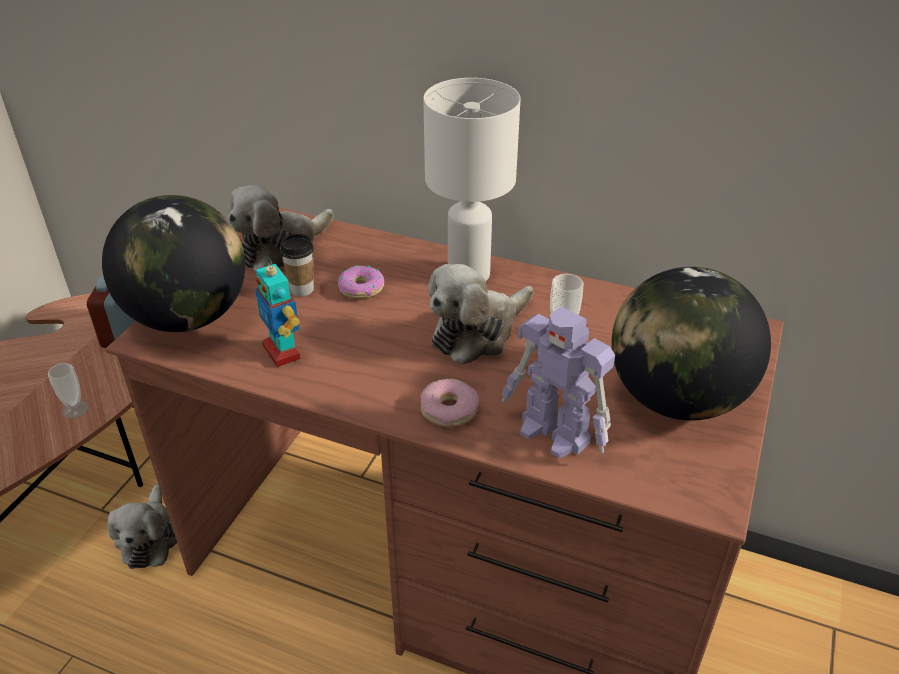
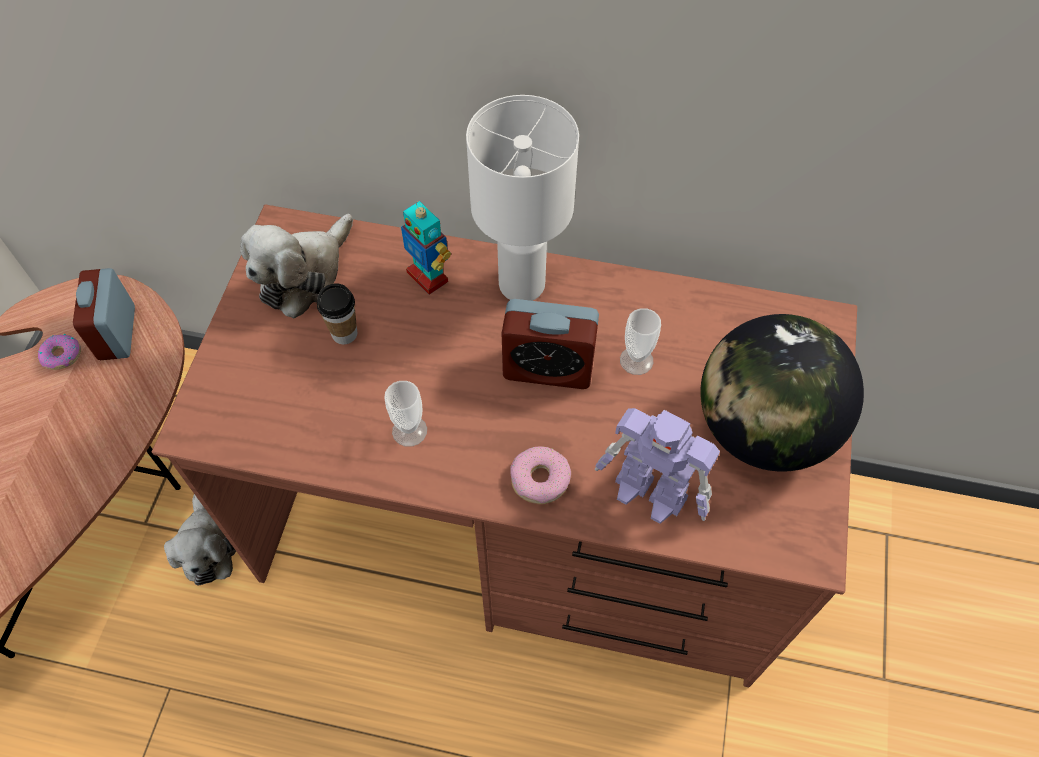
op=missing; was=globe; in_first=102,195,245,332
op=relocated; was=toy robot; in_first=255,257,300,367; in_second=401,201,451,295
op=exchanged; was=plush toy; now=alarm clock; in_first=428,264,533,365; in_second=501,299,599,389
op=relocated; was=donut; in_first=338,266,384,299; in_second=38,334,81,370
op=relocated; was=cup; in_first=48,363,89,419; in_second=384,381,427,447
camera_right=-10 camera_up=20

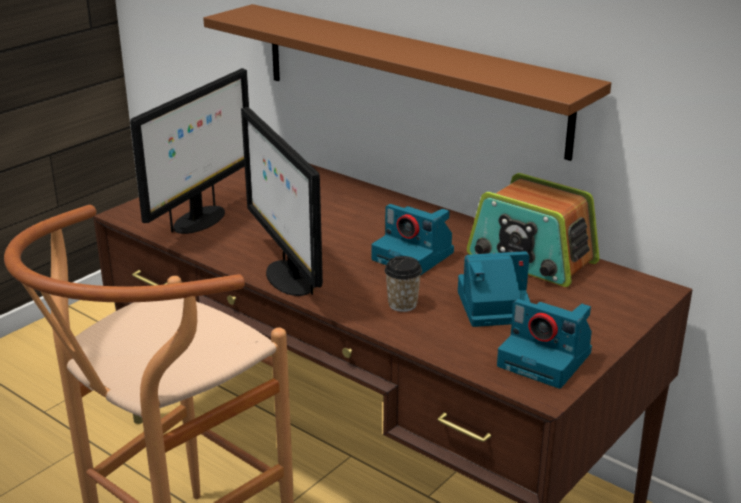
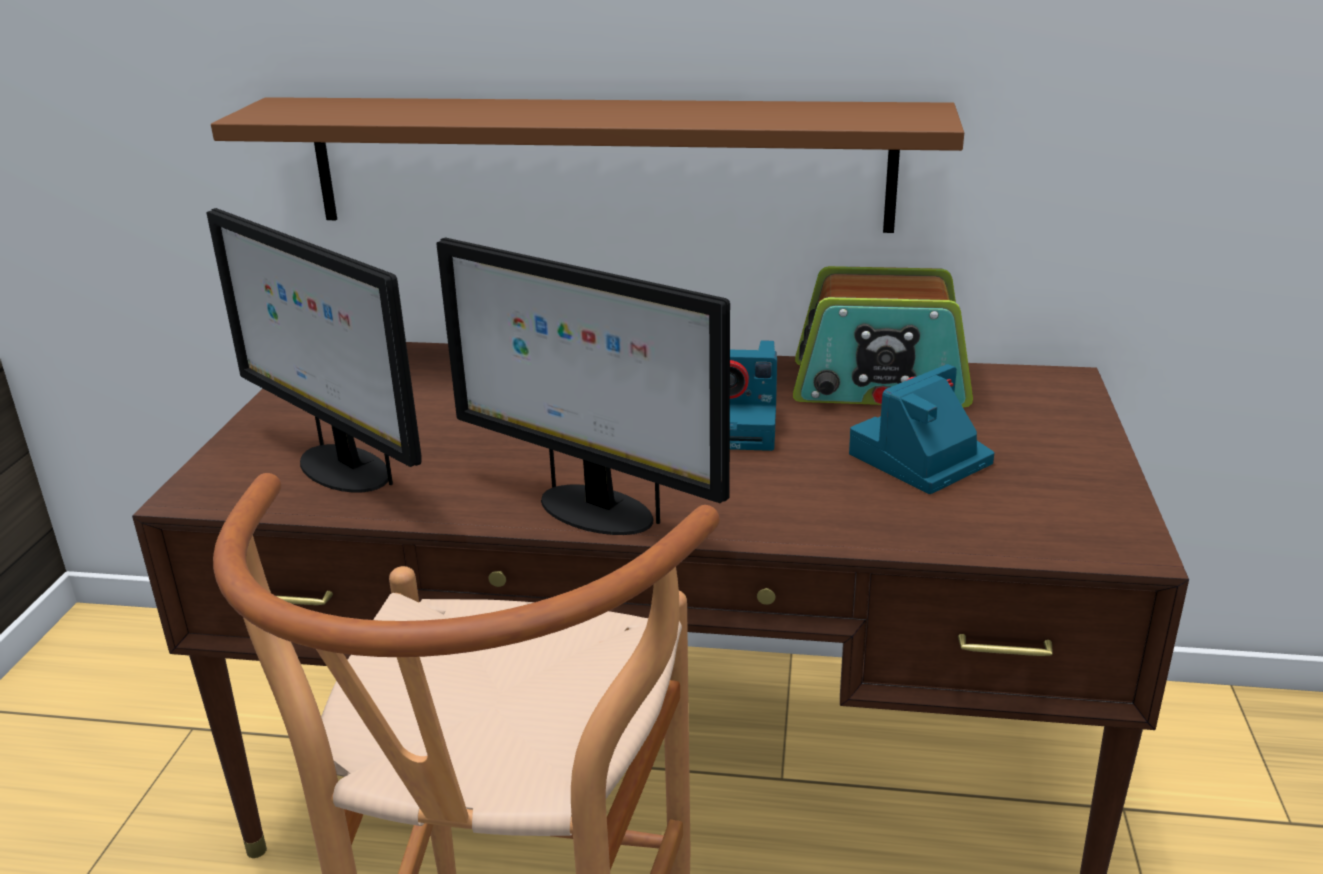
op=spun; was=monitor; in_first=130,68,249,234; in_second=206,208,422,492; clockwise=135
op=missing; was=cup; in_first=384,256,422,312
op=missing; was=photo camera; in_first=497,299,592,389
camera_right=-30 camera_up=0

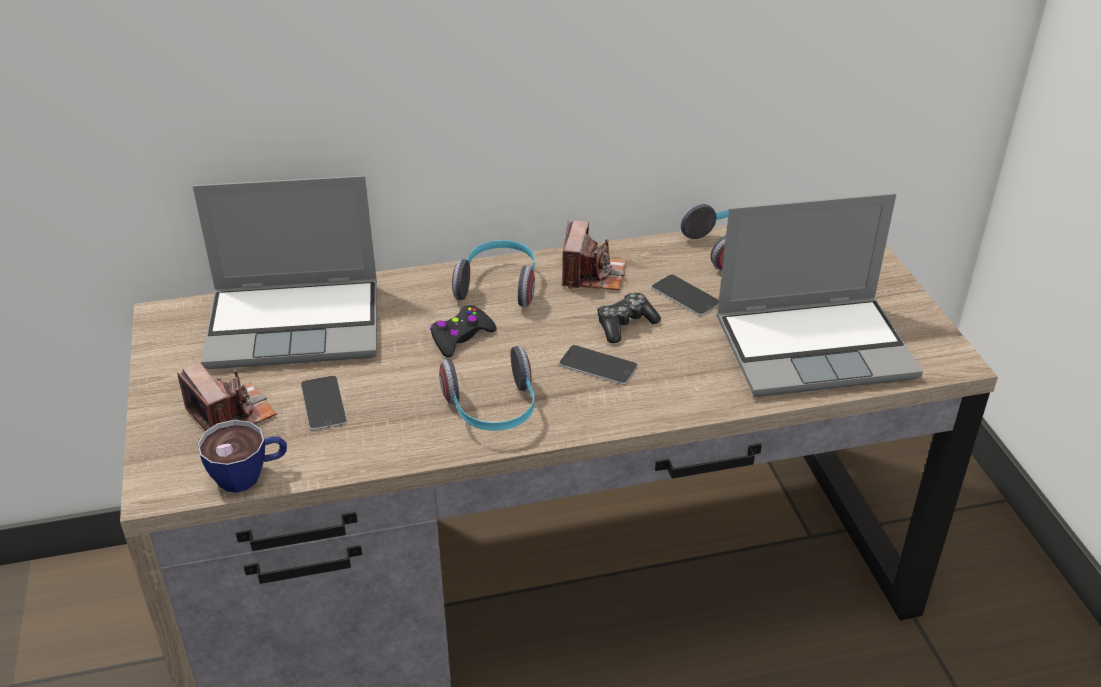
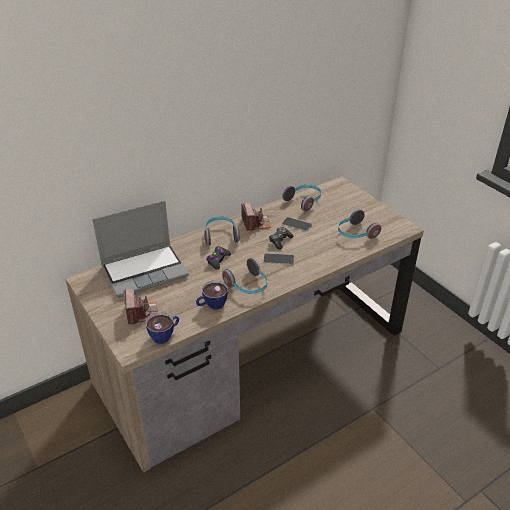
op=exchanged; was=laptop; now=headphones; in_first=716,193,923,397; in_second=338,209,381,239
op=spun; was=photo camera; in_first=177,363,277,431; in_second=123,289,158,325; clockwise=45
op=missing; was=phone; in_first=301,375,347,430
op=appeared; now=cup; in_second=196,281,228,310
camera_right=-20 camera_up=0

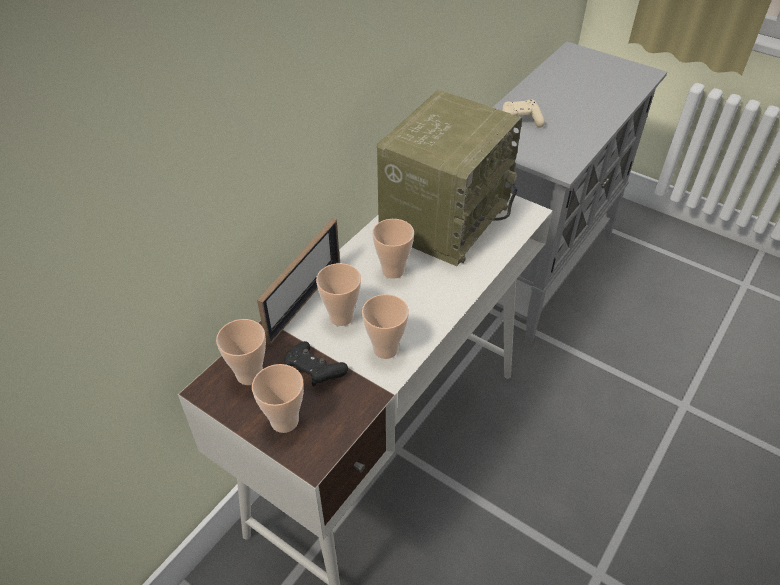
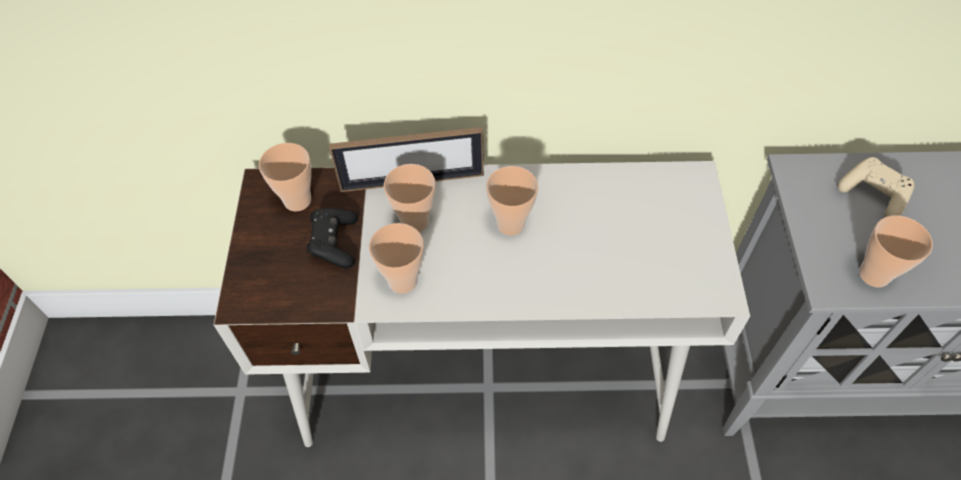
op=missing; was=radio; in_first=377,90,522,266
op=relocated; was=cup; in_first=252,364,304,433; in_second=859,215,933,287
camera_right=55 camera_up=10

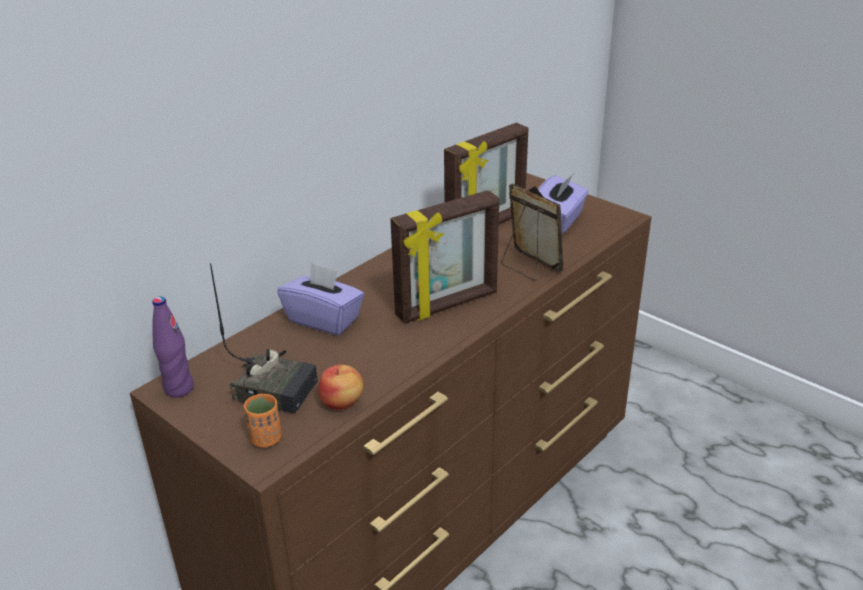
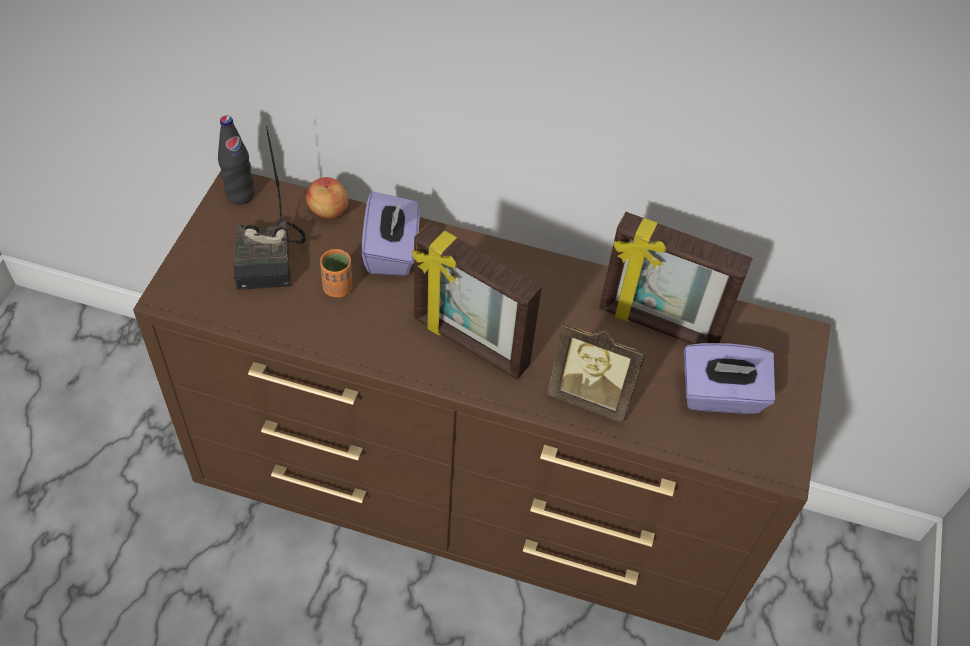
op=spun; was=picture frame; in_first=501,184,563,281; in_second=547,322,646,423; clockwise=90
op=colour; was=purple bottle; now=black bottle; in_first=152,297,194,398; in_second=218,115,255,205
op=relocated; was=apple; in_first=318,365,363,410; in_second=306,177,348,219
op=relocated; was=orange cup; in_first=244,394,282,447; in_second=320,249,352,298
camera_right=60 camera_up=20

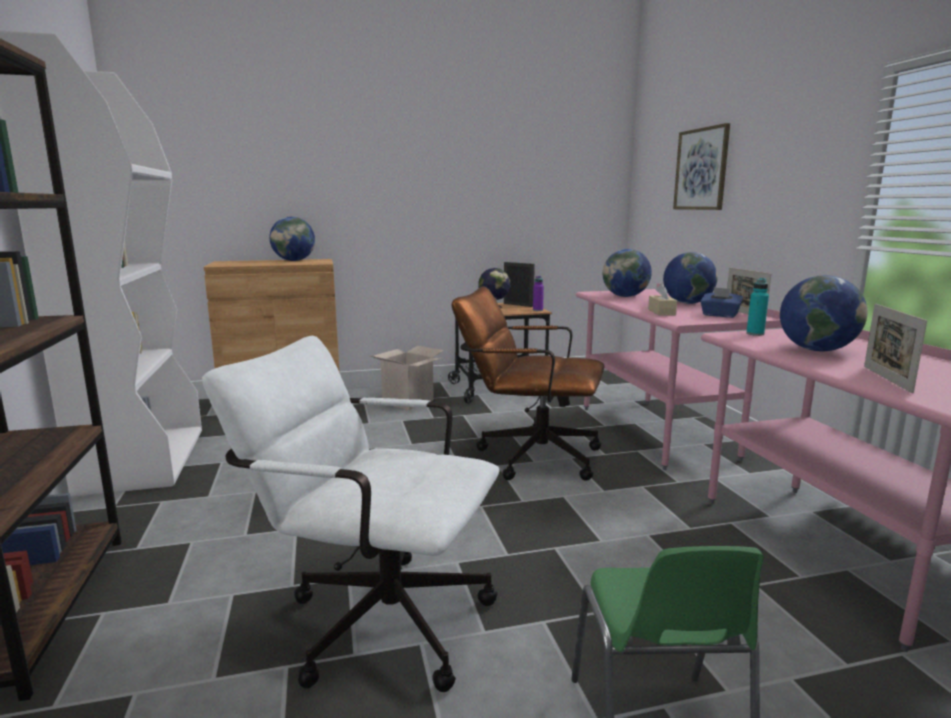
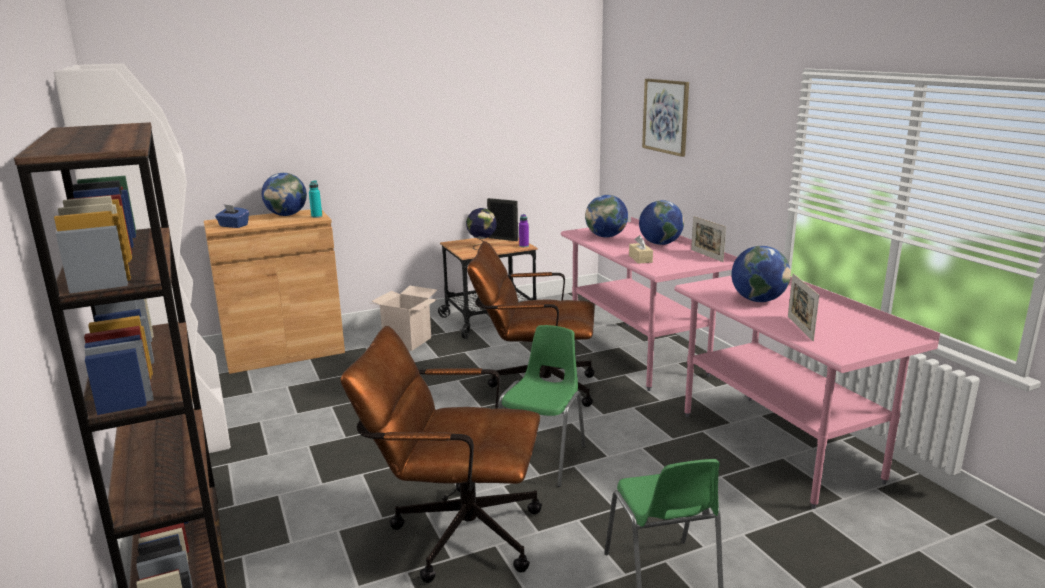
op=relocated; was=turquoise bottle; in_first=746,278,769,336; in_second=309,180,322,218
op=relocated; was=blue tissue box; in_first=701,287,743,318; in_second=215,204,249,228
op=colour; was=white office chair; now=brown office chair; in_first=202,336,500,692; in_second=340,326,542,583
op=appeared; now=green chair; in_second=499,325,585,487
camera_right=-10 camera_up=5

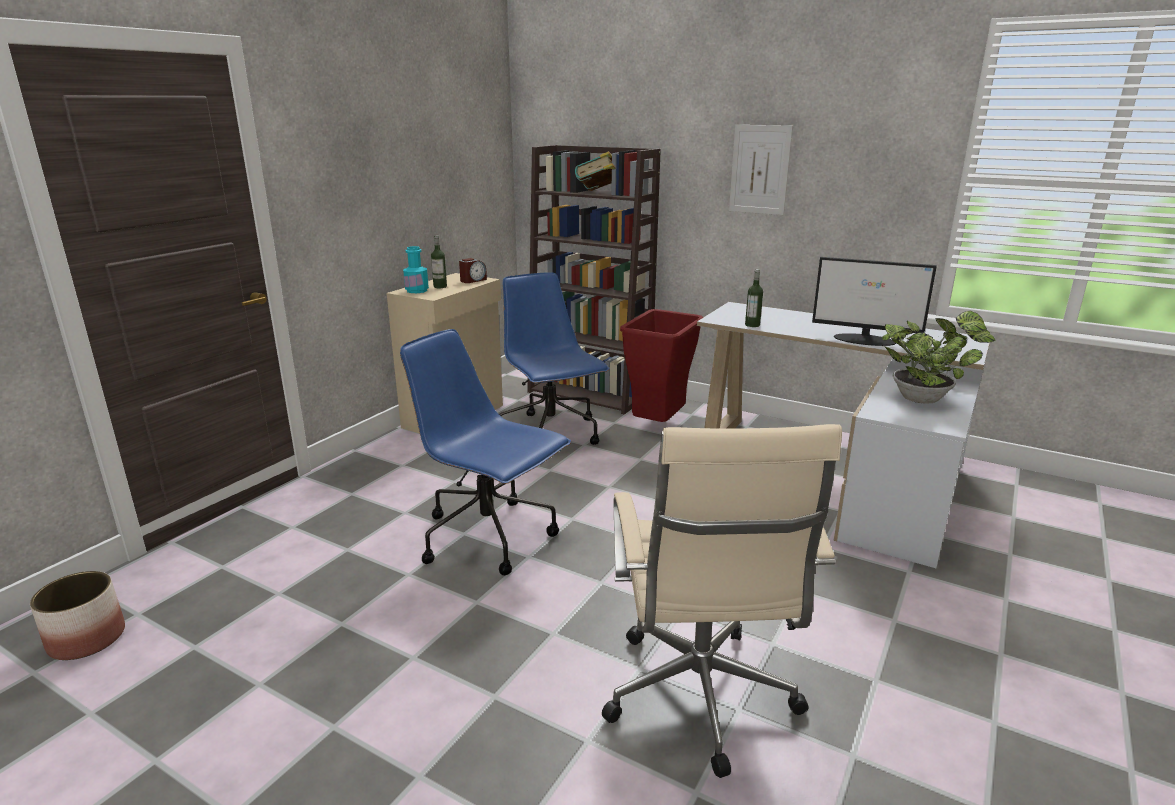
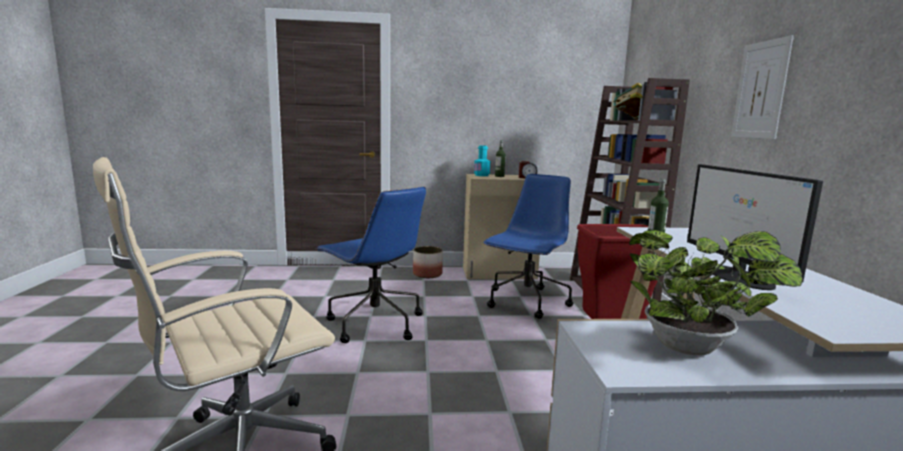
op=spun; was=blue office chair; in_first=400,329,571,576; in_second=315,187,426,343; clockwise=135
op=relocated; was=planter; in_first=30,571,125,660; in_second=413,246,443,278
camera_right=55 camera_up=-10

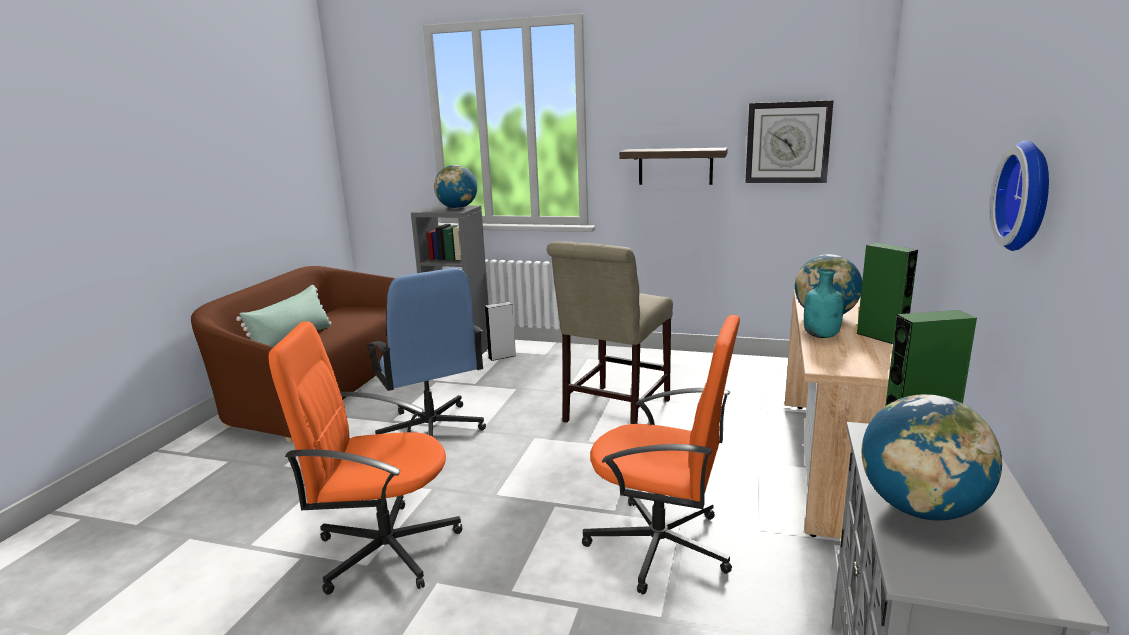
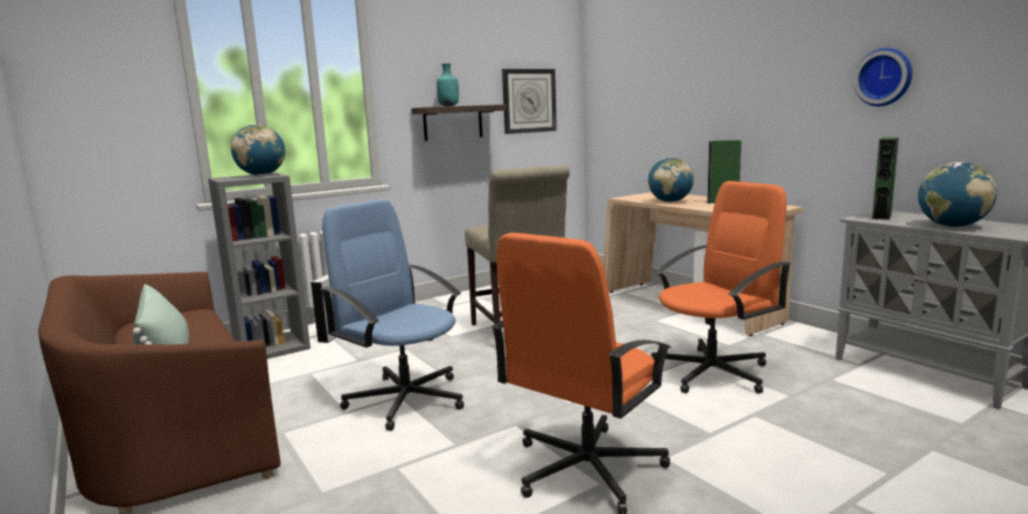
op=spun; was=blue office chair; in_first=366,268,486,437; in_second=320,199,464,431; clockwise=-150
op=relocated; was=turquoise bottle; in_first=804,269,844,338; in_second=437,63,459,106
camera_right=-50 camera_up=-5

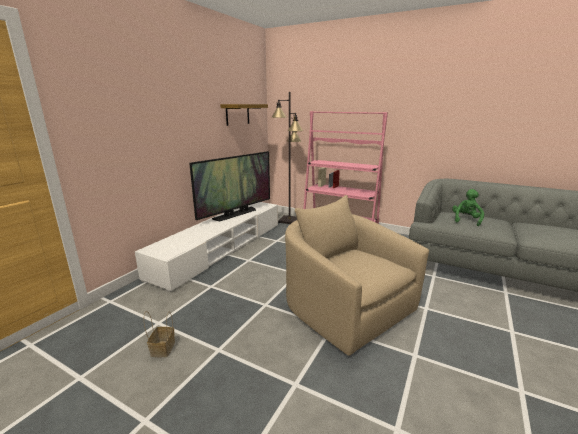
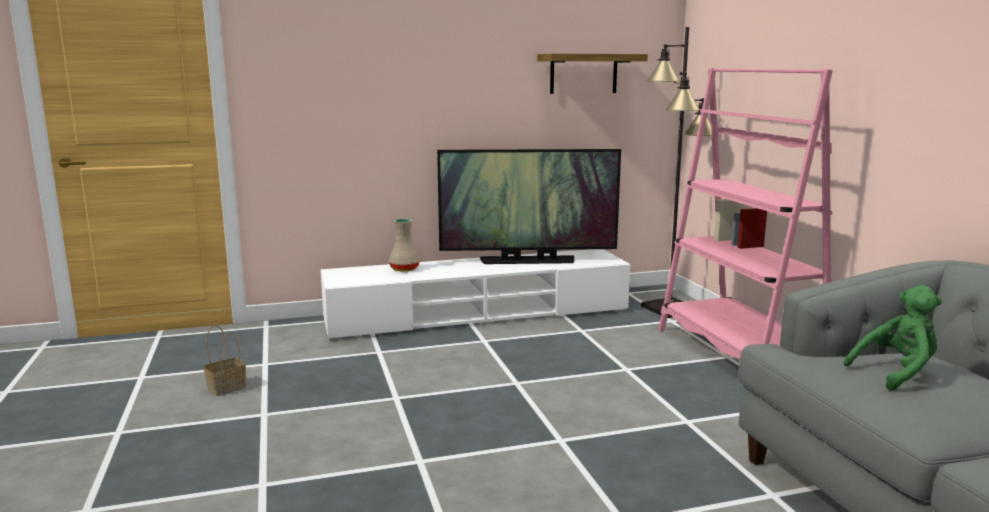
op=missing; was=beige armchair; in_first=285,195,429,356
op=appeared; now=beige vase; in_second=389,219,420,271
camera_right=45 camera_up=-5

